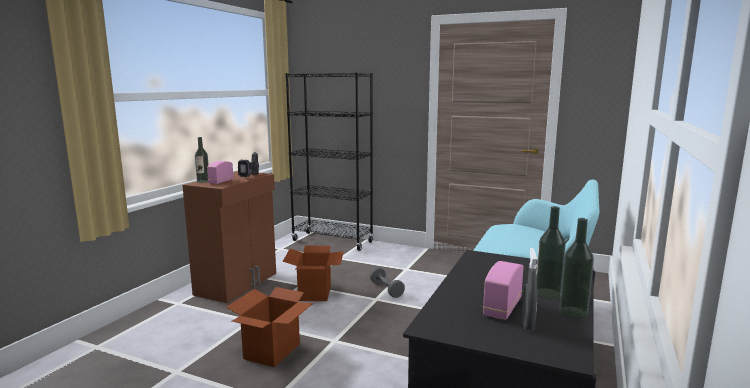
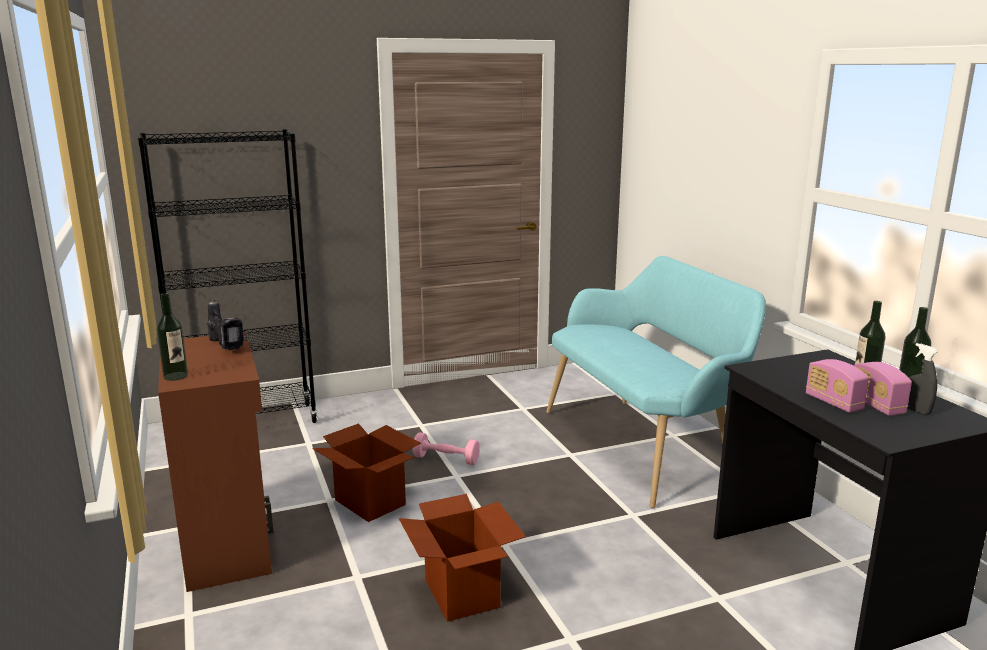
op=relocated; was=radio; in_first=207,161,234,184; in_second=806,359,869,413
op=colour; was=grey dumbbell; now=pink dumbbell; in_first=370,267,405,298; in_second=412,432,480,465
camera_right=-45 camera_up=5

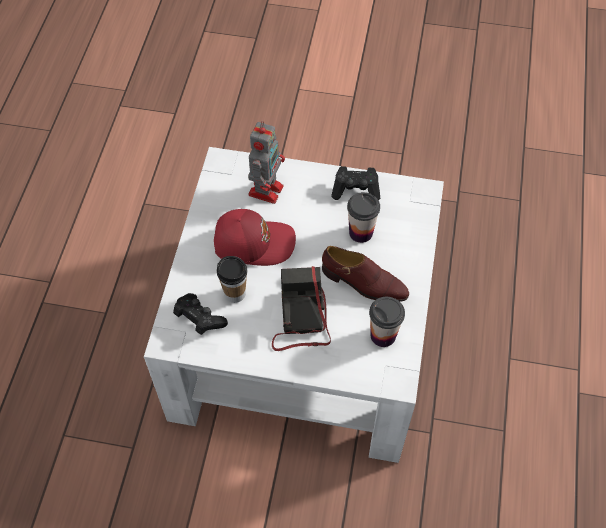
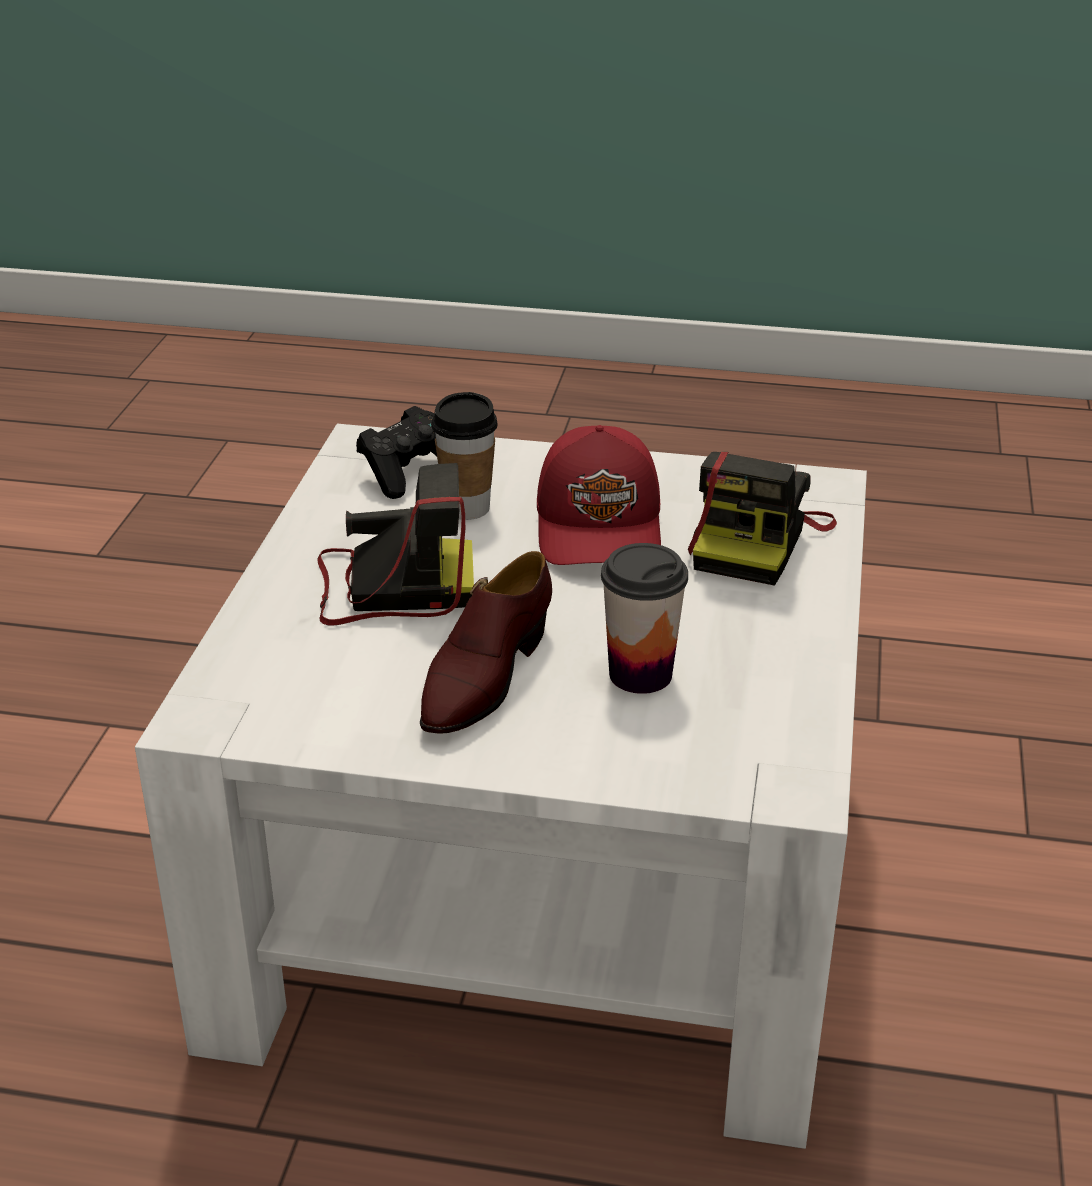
op=exchanged; was=toy robot; now=photo camera; in_first=248,121,285,204; in_second=688,452,837,585
op=missing; was=black game controller; in_first=331,166,380,200
op=missing; was=cup; in_first=369,297,405,347
camera_right=90 camera_up=-25

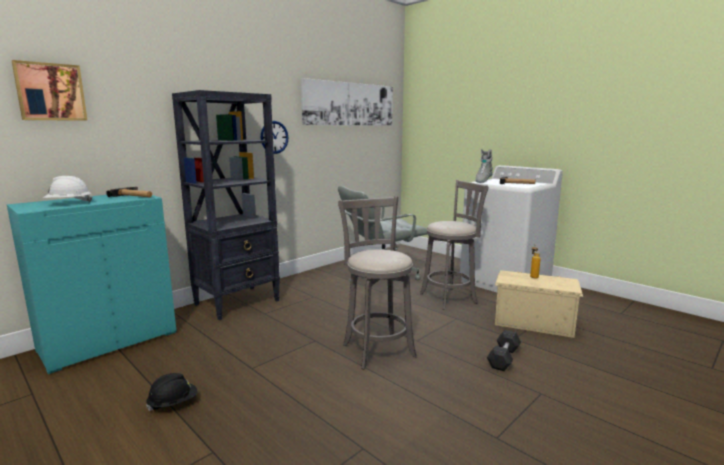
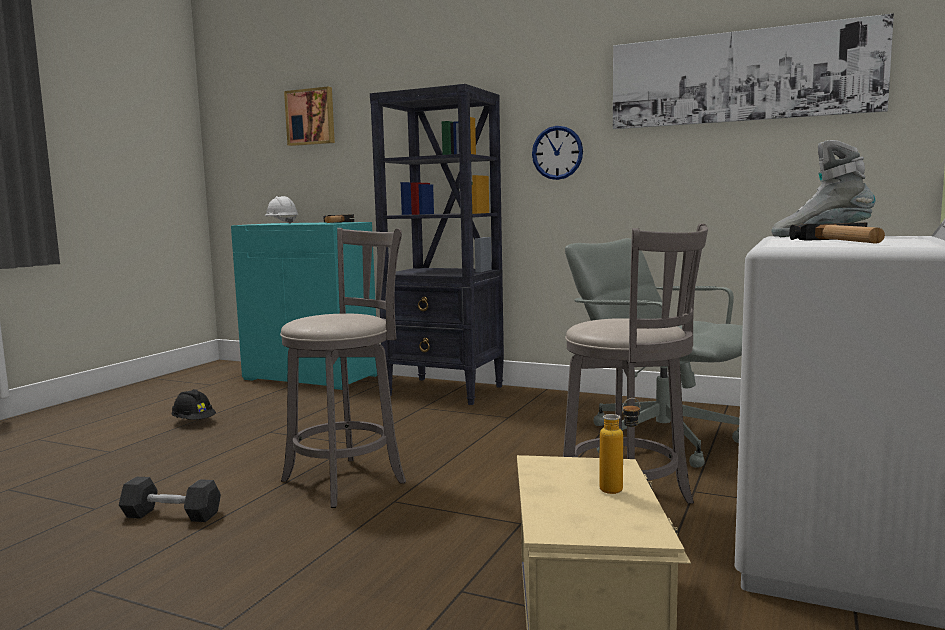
op=relocated; was=grey dumbbell; in_first=487,330,521,371; in_second=119,477,221,522
camera_right=70 camera_up=-5

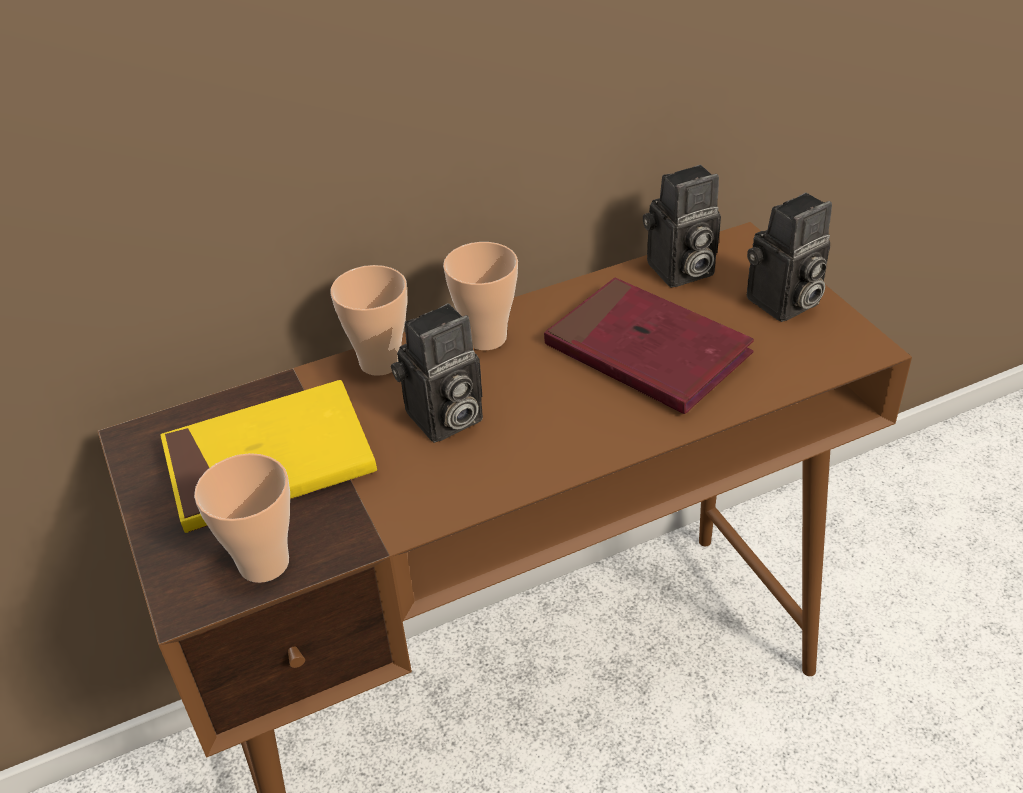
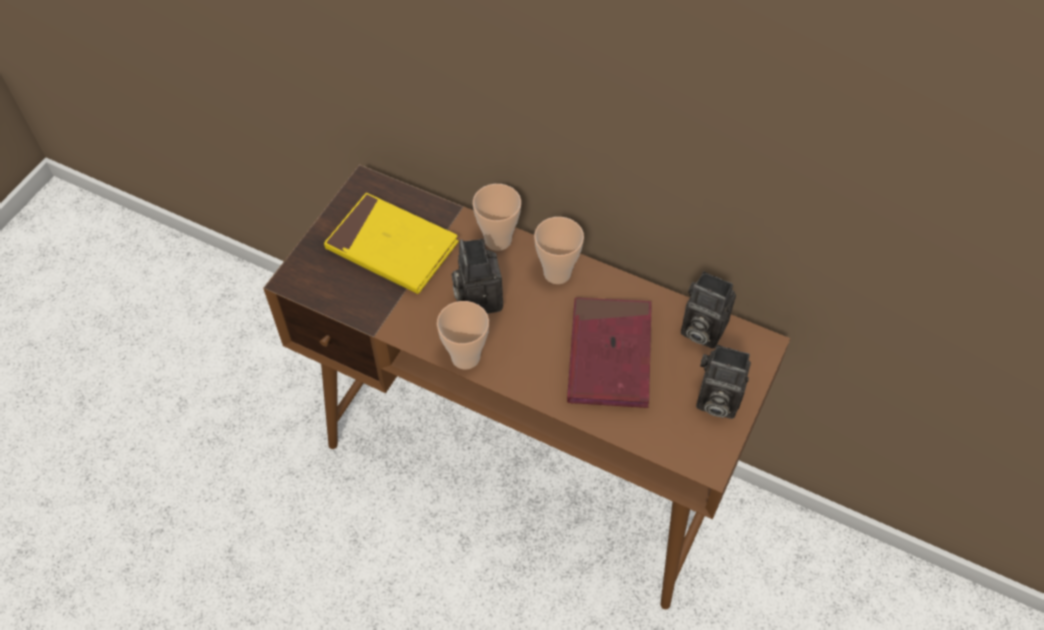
op=spun; was=photo camera; in_first=391,303,483,443; in_second=451,239,503,314; clockwise=60
op=relocated; was=cup; in_first=194,453,290,583; in_second=437,301,489,369
camera_right=50 camera_up=15

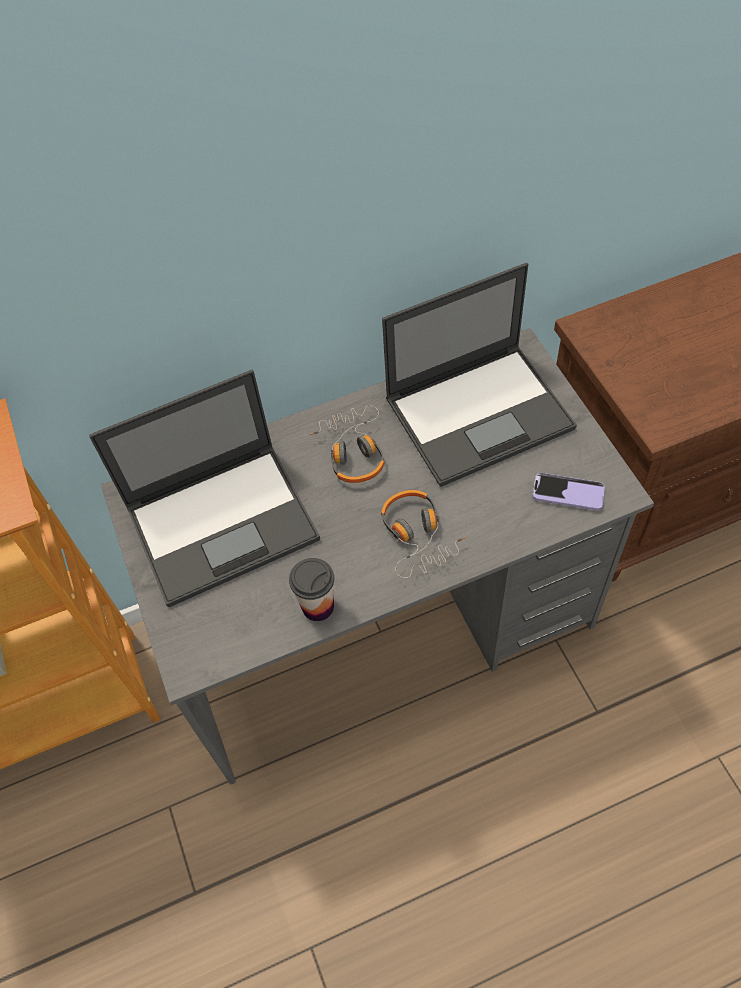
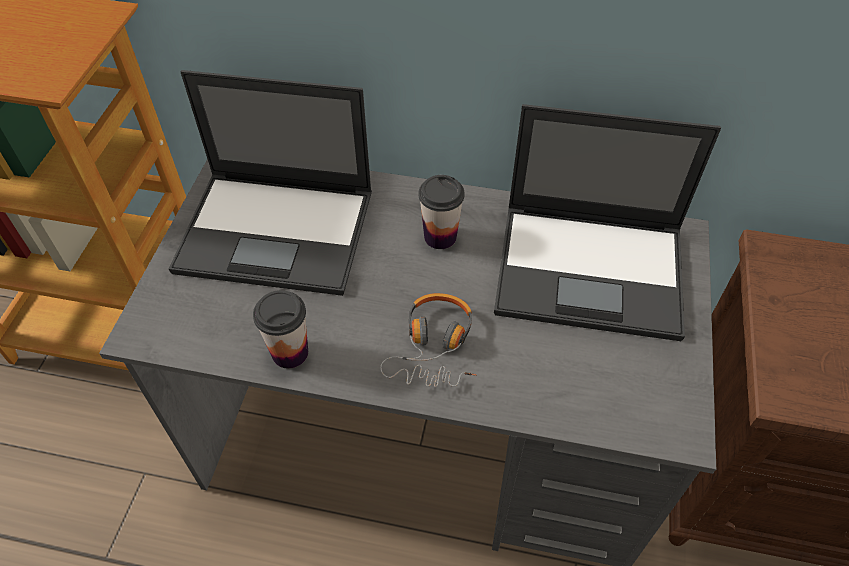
op=exchanged; was=headphones; now=cup; in_first=310,406,384,483; in_second=418,175,465,249
op=missing; was=phone; in_first=532,473,605,510
camera_right=30 camera_up=-5

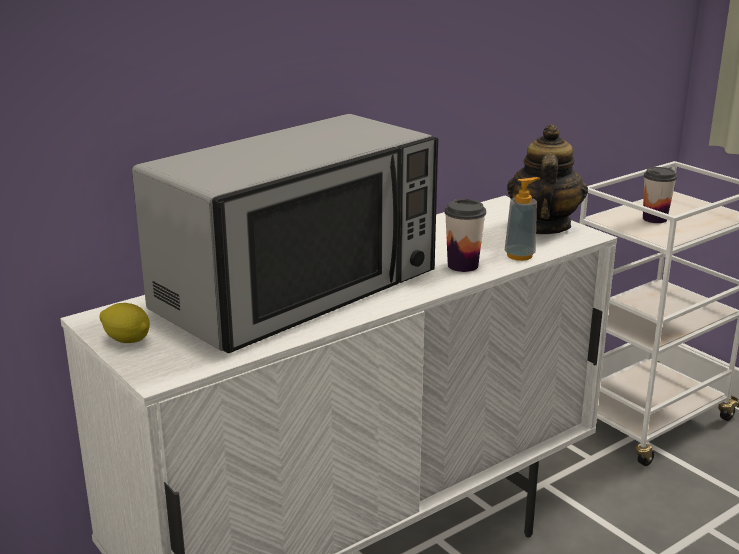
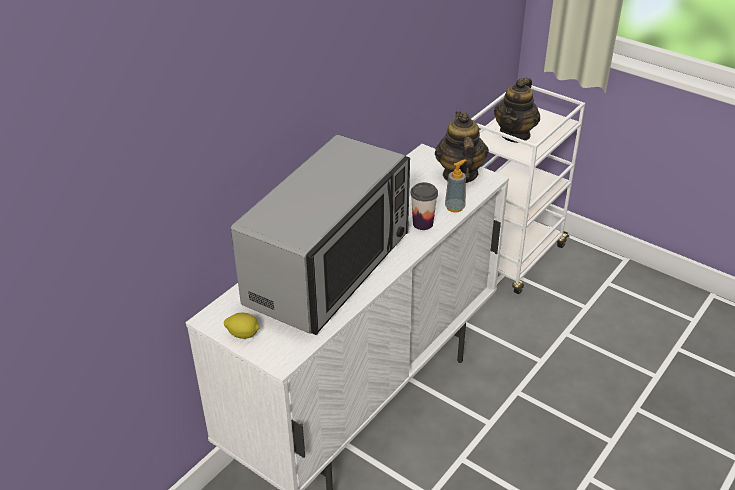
op=exchanged; was=cup; now=teapot; in_first=643,167,677,223; in_second=494,78,540,143
camera_right=-15 camera_up=15

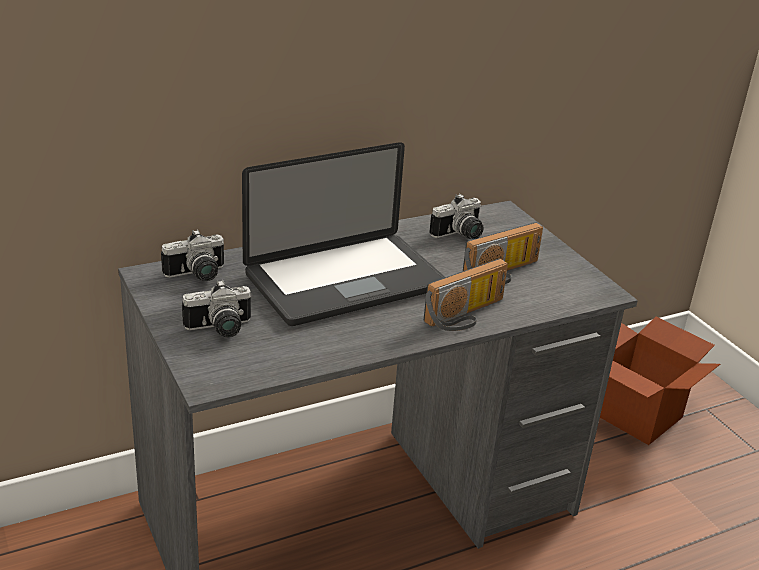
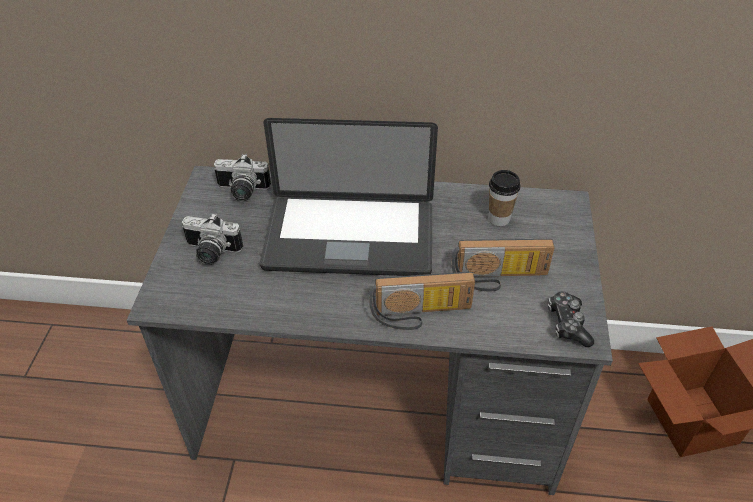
op=exchanged; was=photo camera; now=cup; in_first=429,194,484,239; in_second=489,170,521,226
op=appeared; now=game controller; in_second=548,292,594,347
camera_right=35 camera_up=15

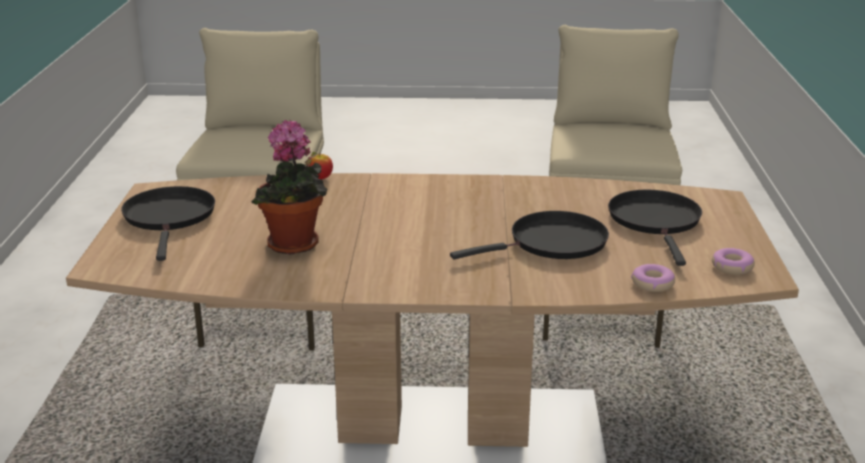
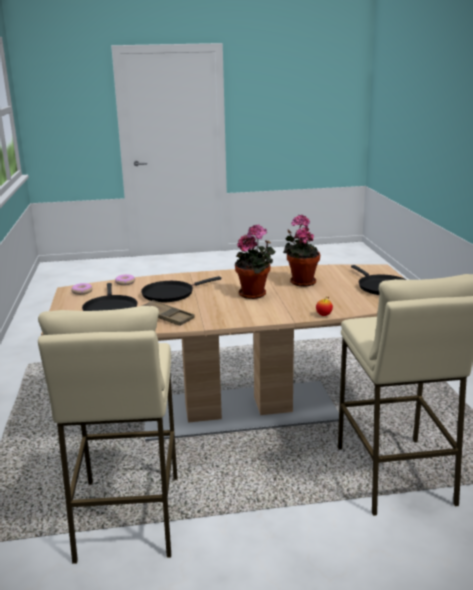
op=appeared; now=potted plant; in_second=235,224,275,299
op=appeared; now=brown tray; in_second=142,300,195,326
camera_right=170 camera_up=-5

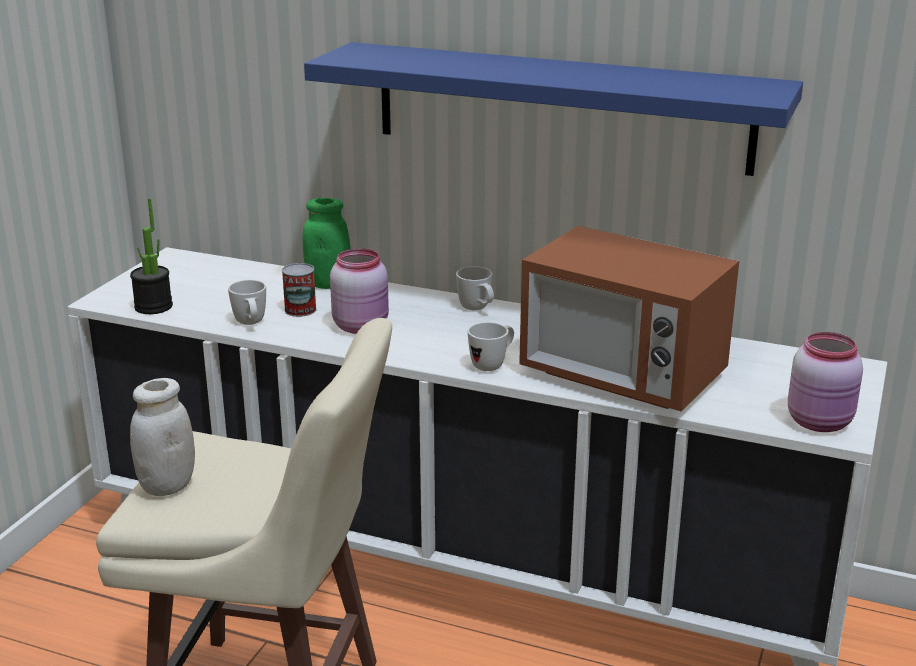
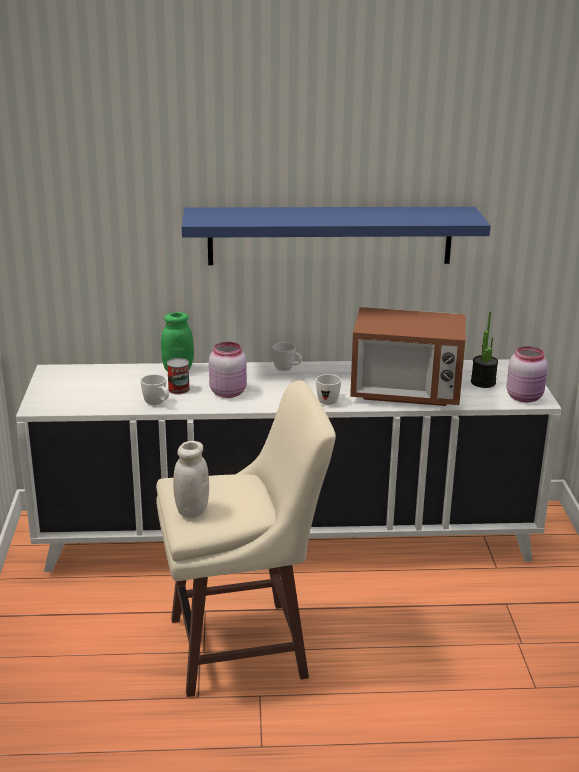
op=relocated; was=potted plant; in_first=130,198,173,314; in_second=471,312,498,388
camera_right=-25 camera_up=0

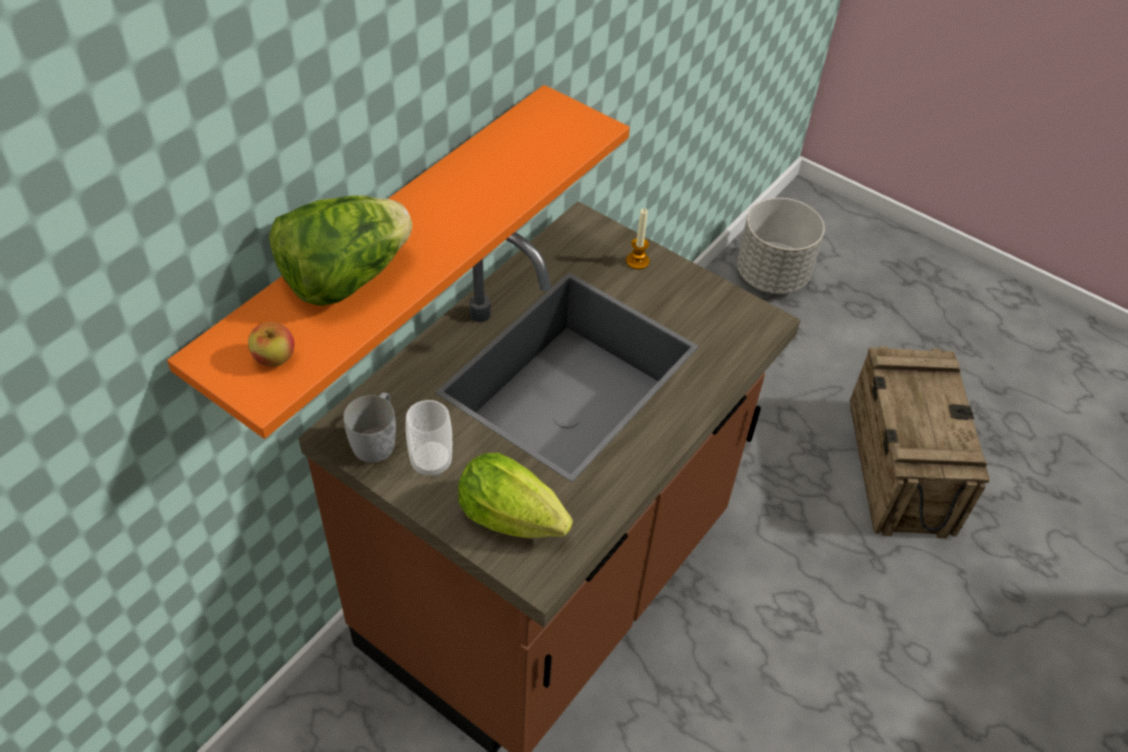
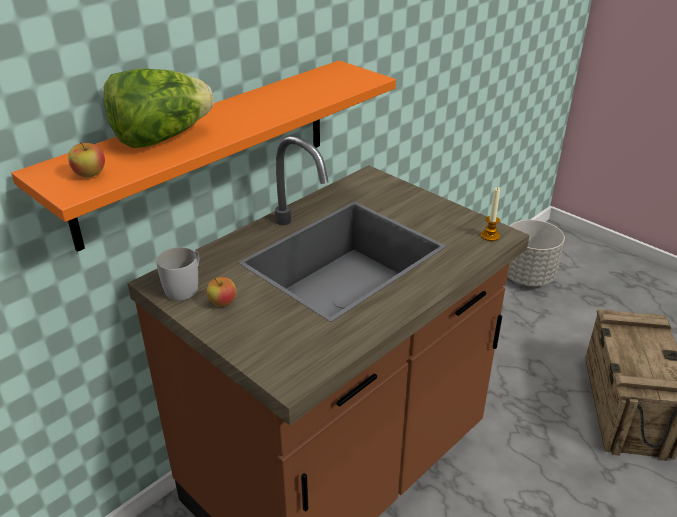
op=relocated; was=candle; in_first=626,208,649,269; in_second=481,187,500,241
op=exchanged; was=cup; now=apple; in_first=406,400,452,477; in_second=207,277,236,307
op=missing; was=lettuce; in_first=458,453,573,538
camera_right=10 camera_up=-15

